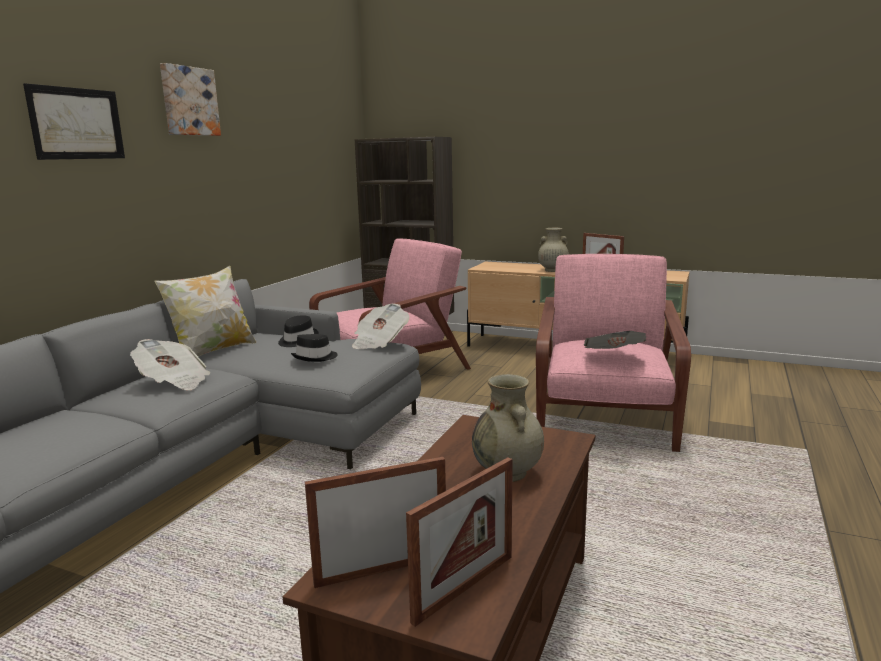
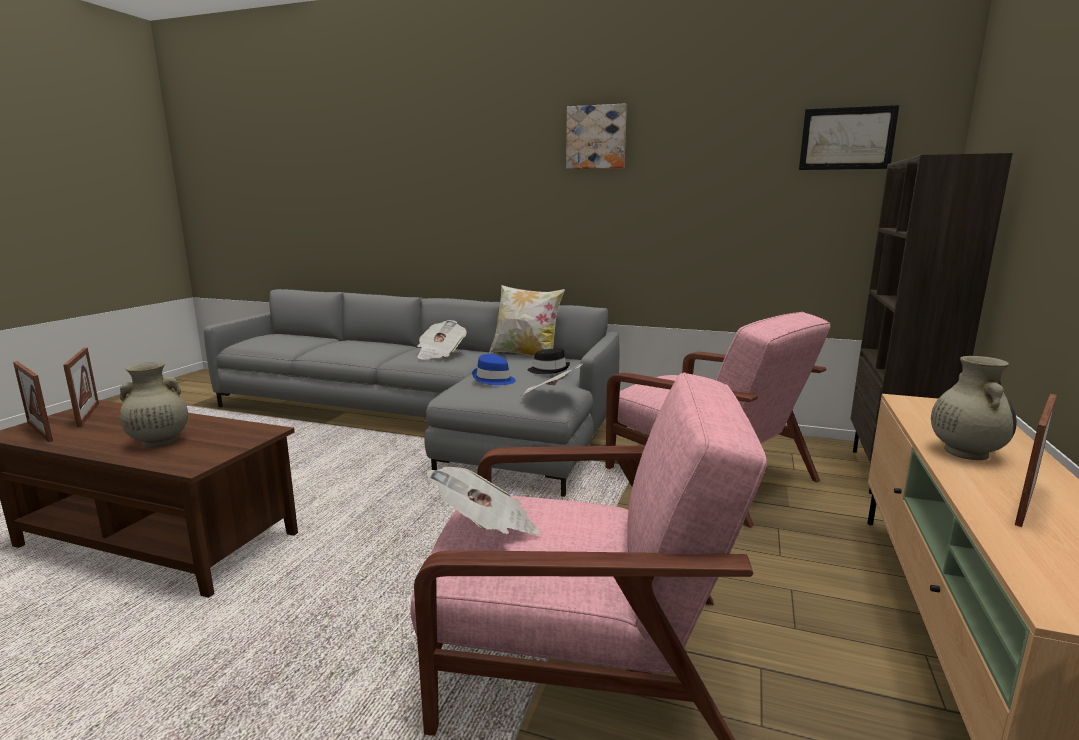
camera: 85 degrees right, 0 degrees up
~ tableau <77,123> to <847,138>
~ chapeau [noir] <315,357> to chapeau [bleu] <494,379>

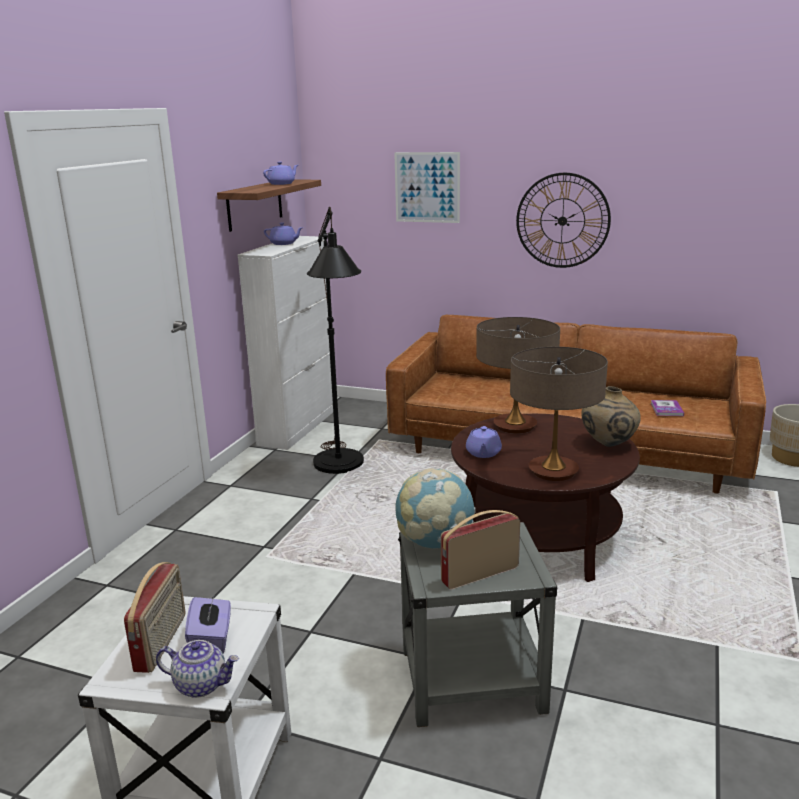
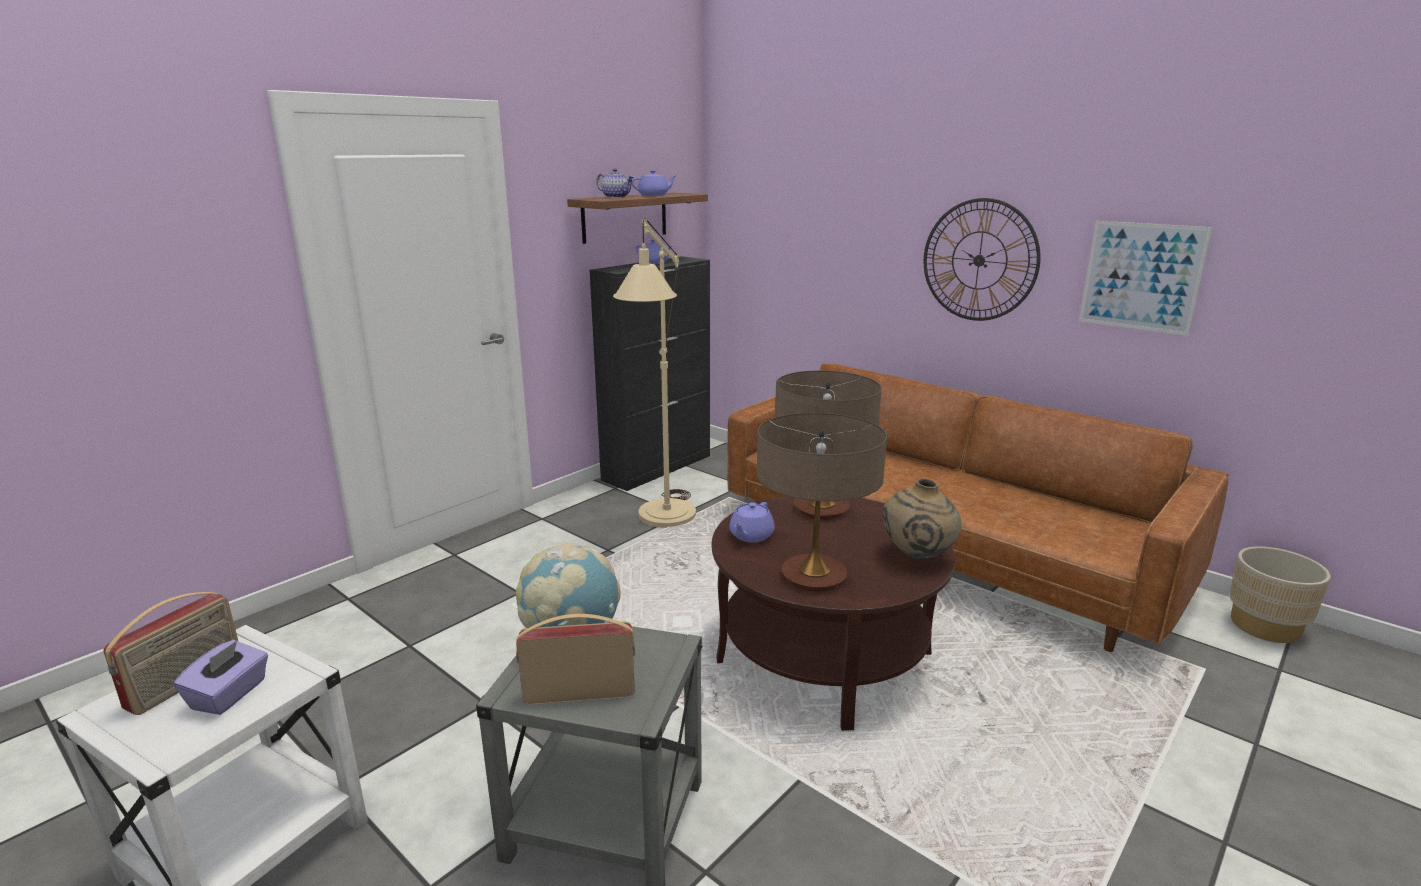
camera: 20 degrees right, 0 degrees up
~ théière <201,684> to <616,197>
~ meuble de rangement [blanc] <298,426> to meuble de rangement [noir] <658,467>
~ lampadaire [noir] <340,469> to lampadaire [beige] <663,522>
~ tableau <427,187> to <1141,277>
- livre <666,409>

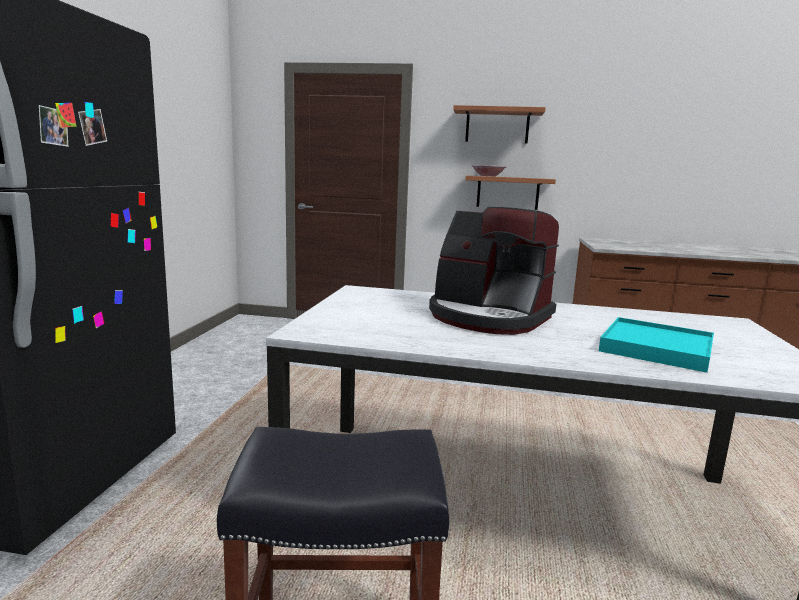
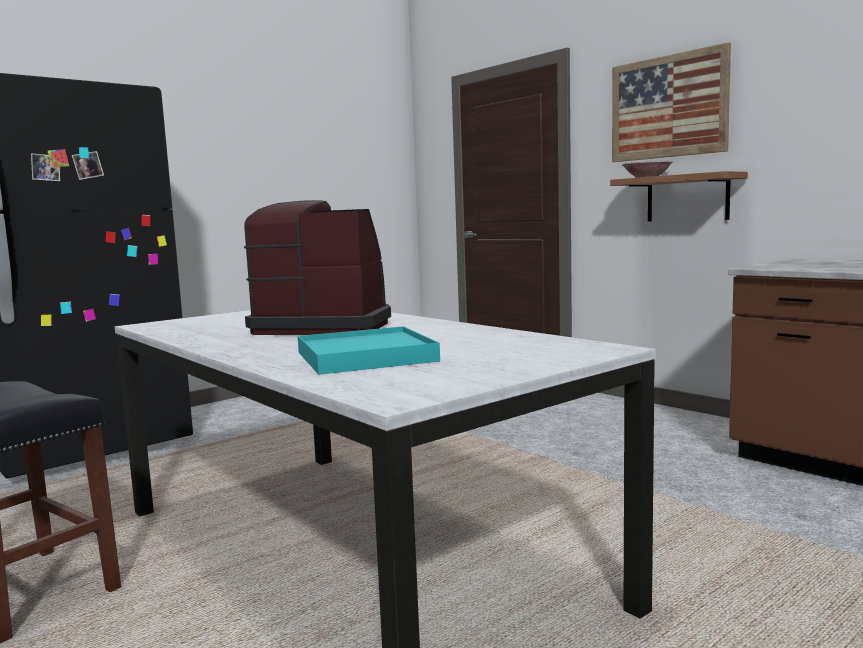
camera: 40 degrees right, 5 degrees down
~ machine à café <488,317> = <324,326> 120 degrees clockwise
~ étagère <497,126> to tableau <668,107>

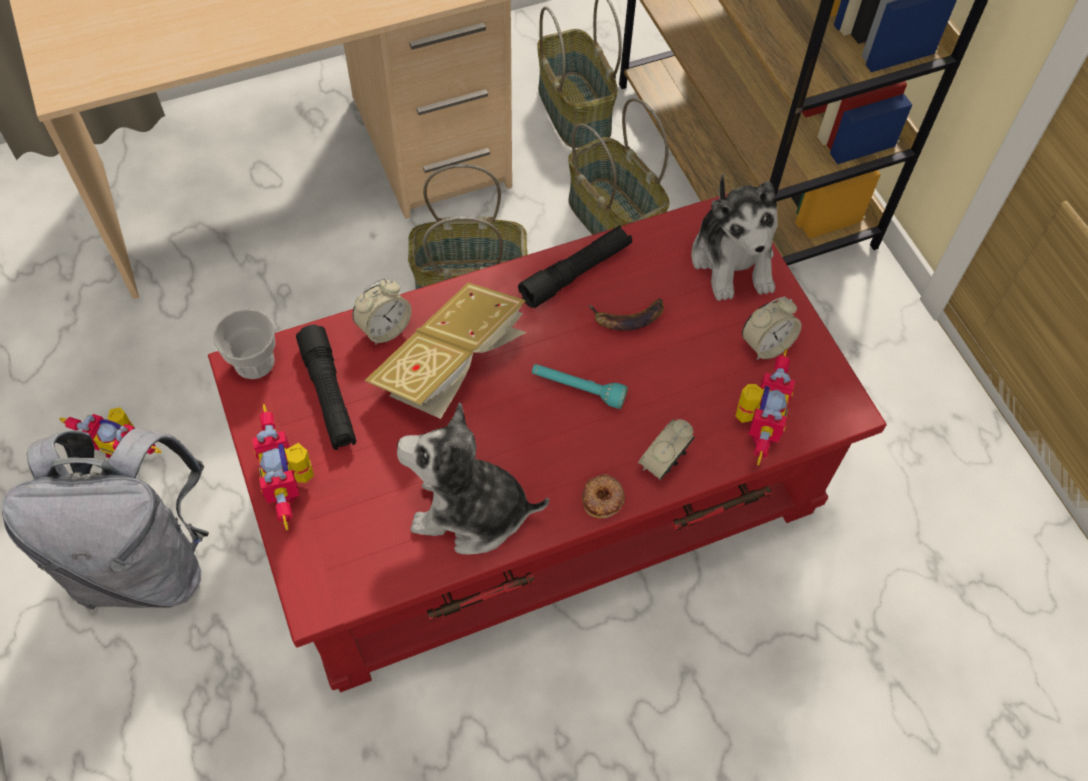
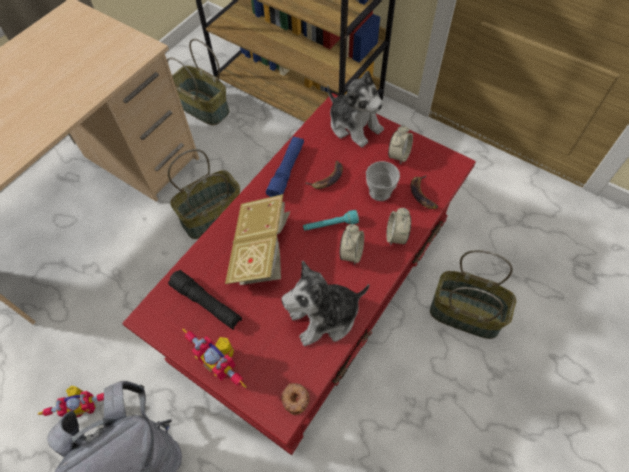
camera: 30 degrees left, 0 degrees up
~ tasse <254,362> to <380,192>
~ réveil <384,328> to <351,253>
~ lampe de poche [noir] <576,273> to lampe de poche [bleu] <286,171>
~ panier <615,221> to <466,313>
~ beignet <603,498> to <295,399>
~ robot jouet <756,426> to banane <423,194>

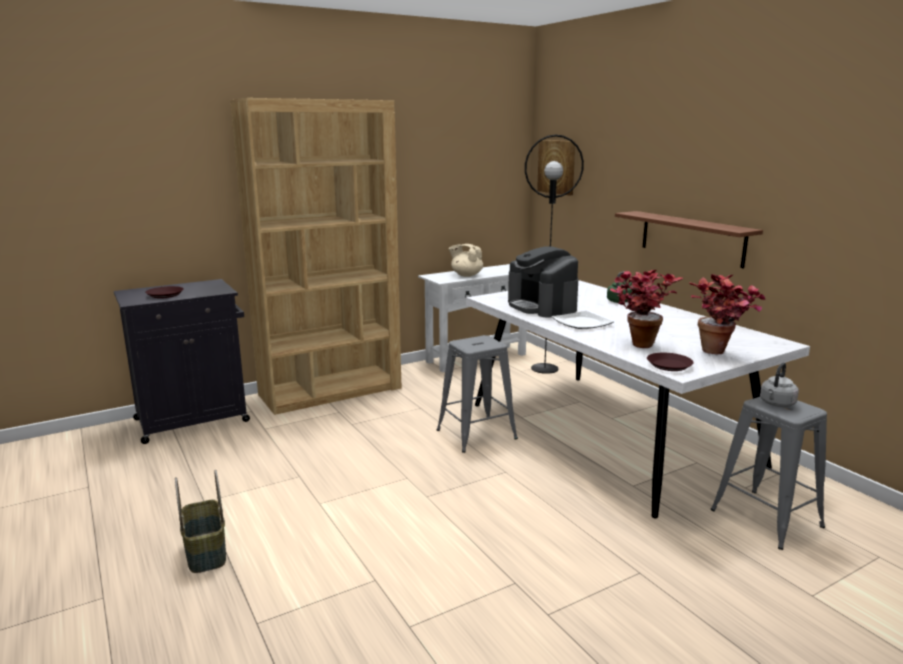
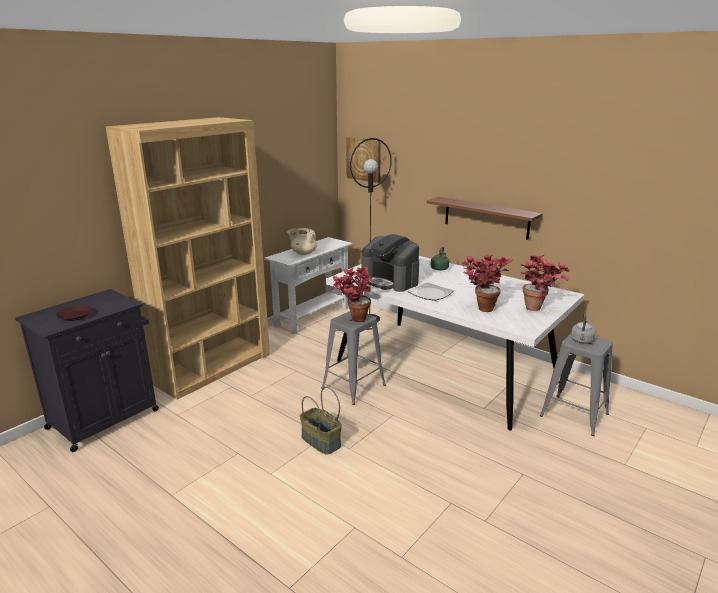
camera: 20 degrees left, 5 degrees up
~ panier <205,552> to <320,441>
- assiette [marron] <669,365>
+ plante en pot <353,319>

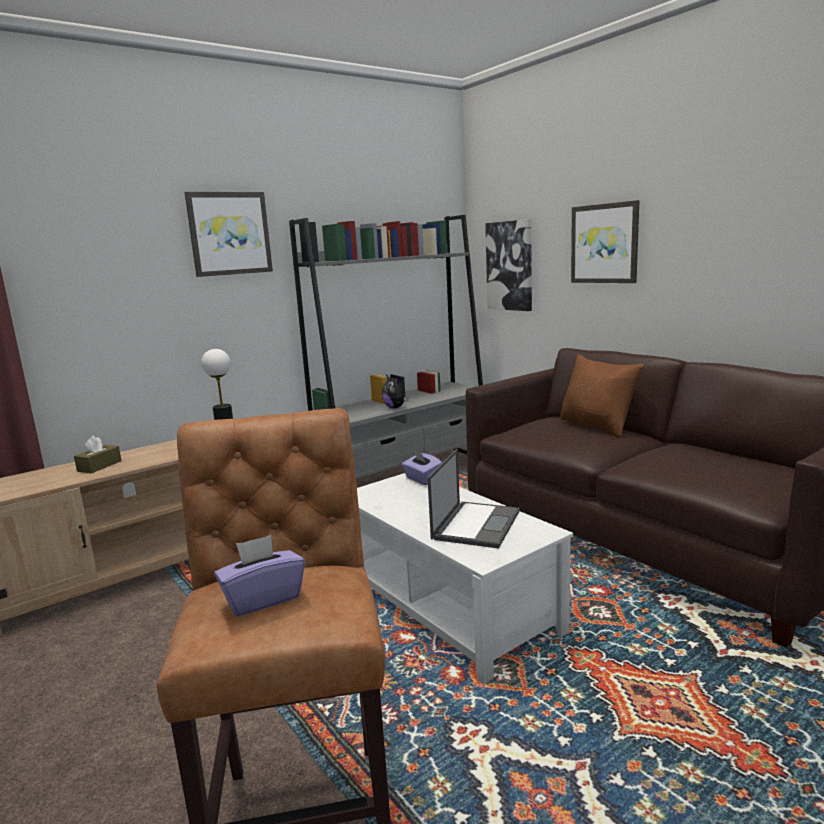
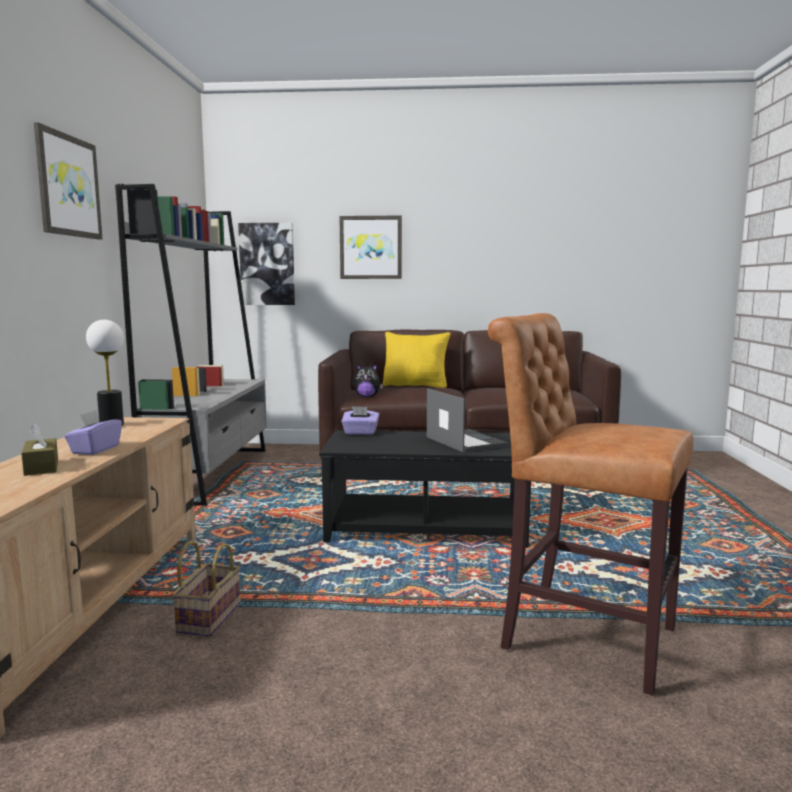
camera: 50 degrees left, 5 degrees down
~ boîte à mouchoirs [violet] <263,599> to <95,450>
~ table basse [blanc] <449,605> to table basse [noir] <426,527>
~ peluche <395,407> to <367,397>
~ coussin [marron] <597,427> to coussin [jaune] <416,386>
+ panier <209,616>

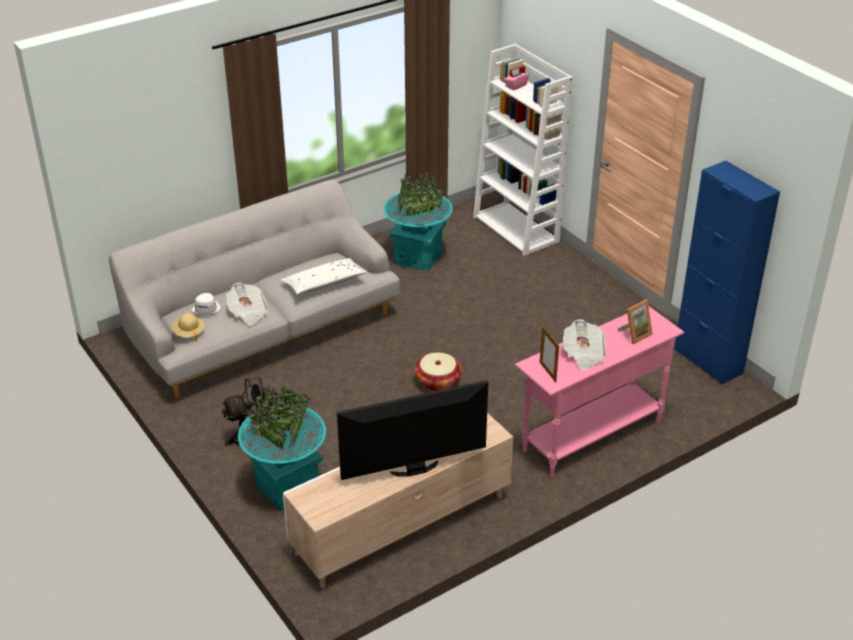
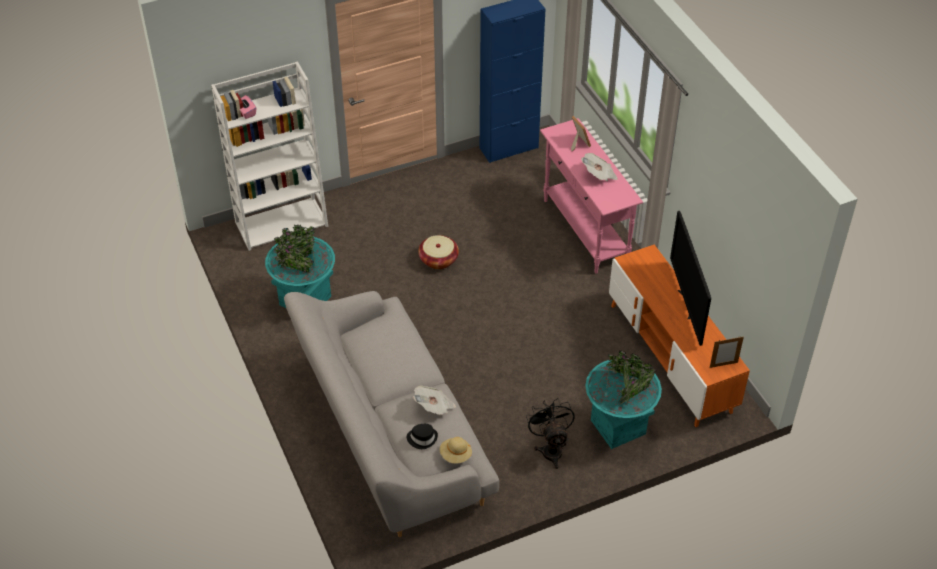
camera: 80 degrees left, 10 degrees up
~ chapeau [blanc] <206,309> to chapeau [noir] <422,438>
- coussin [blanc] <324,283>
~ meuble télé [beige] <401,525> to meuble télé [orange] <670,357>
~ panier <437,381> to <438,260>
~ cadre photo <547,372> to <723,365>

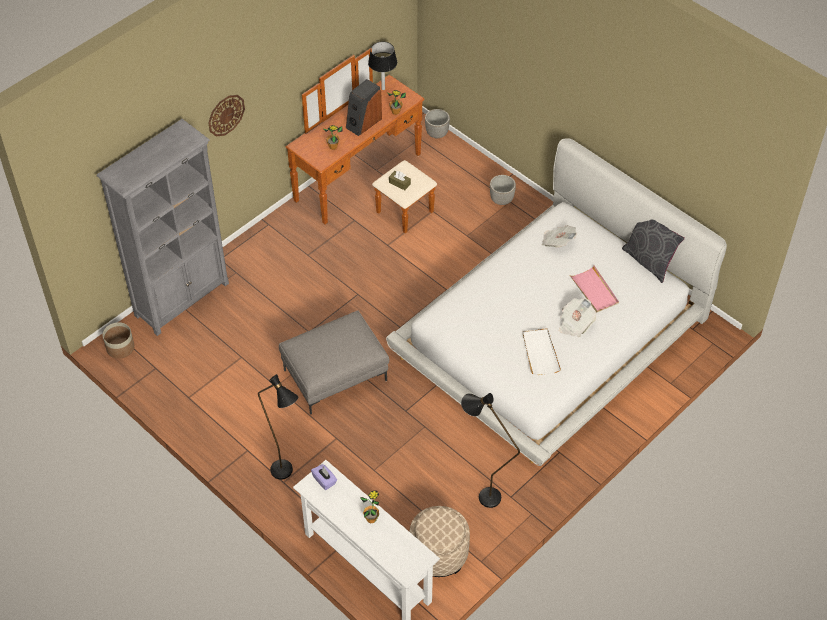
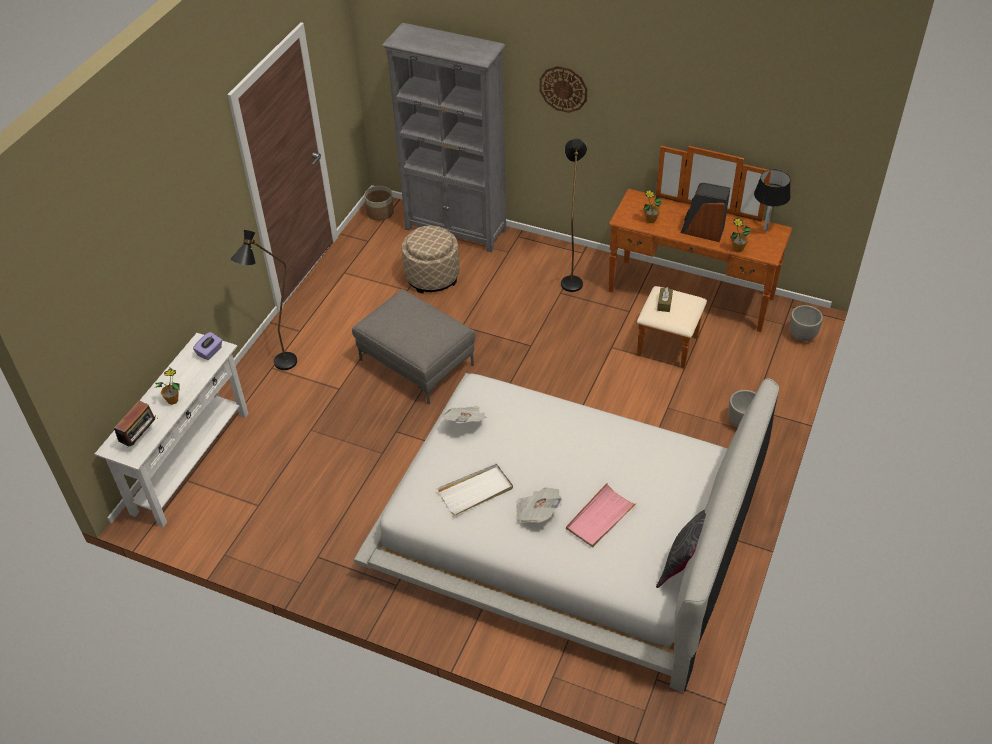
camera: 70 degrees right, 5 degrees down
~ pouf [beige] <439,553> to <432,276>
~ lampadaire [noir] <481,495> to <571,278>
~ journal <557,242> to <465,422>
+ radio <141,437>

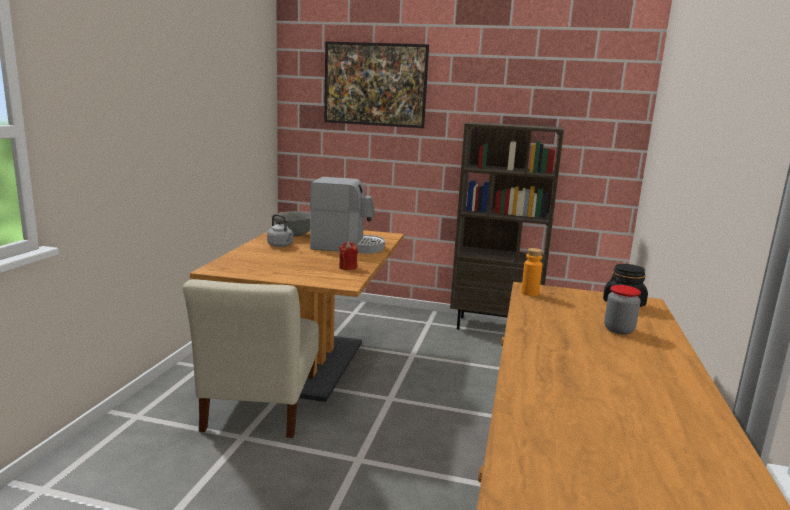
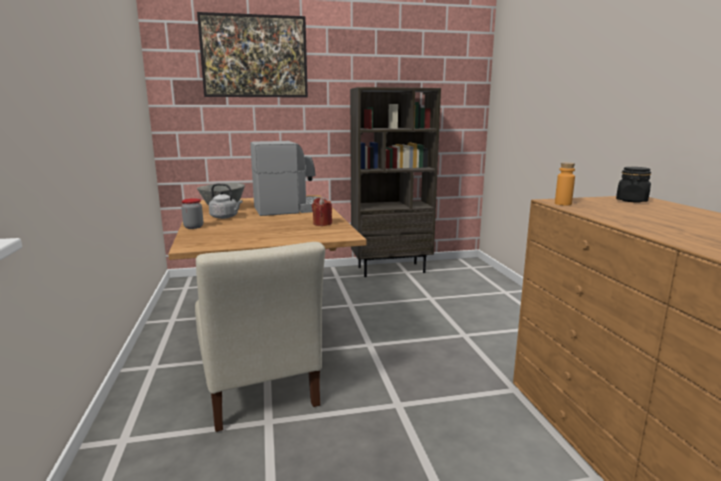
camera: 25 degrees left, 0 degrees up
~ bocal <618,330> to <193,227>

